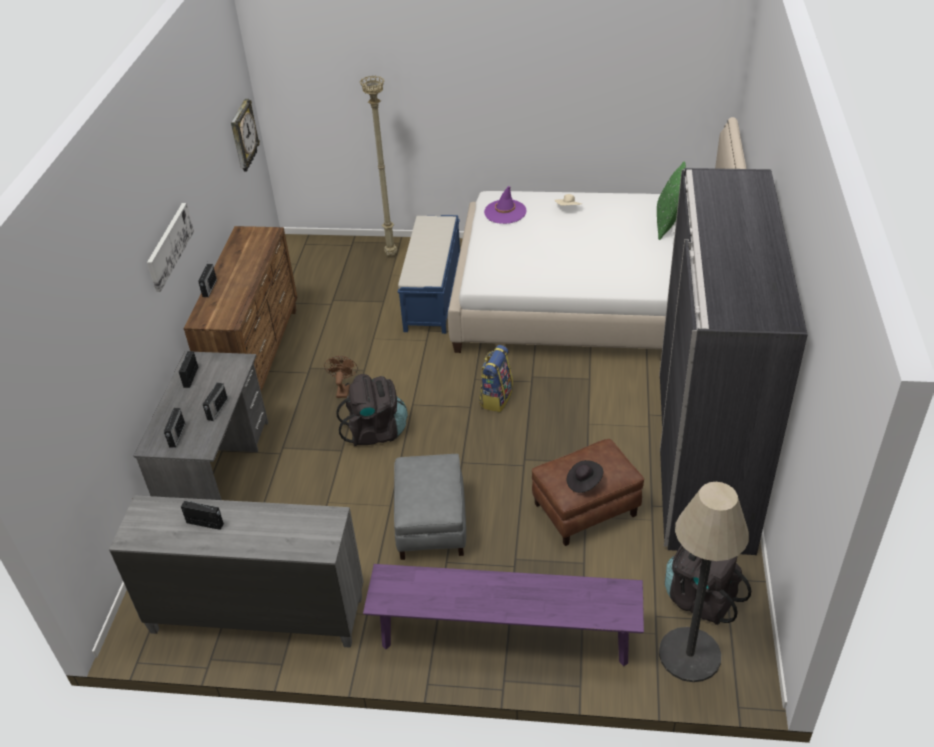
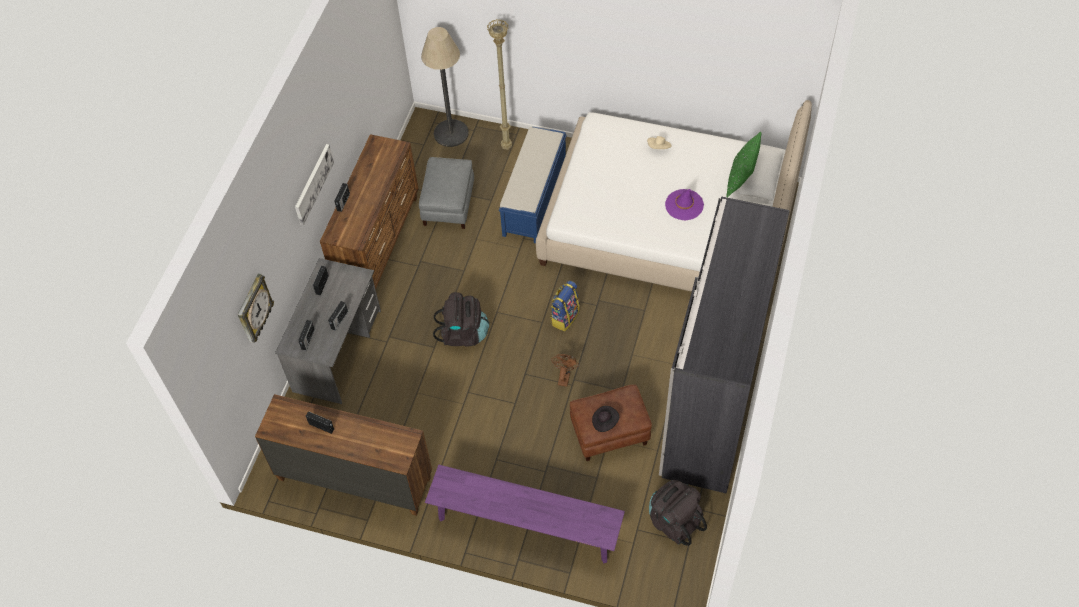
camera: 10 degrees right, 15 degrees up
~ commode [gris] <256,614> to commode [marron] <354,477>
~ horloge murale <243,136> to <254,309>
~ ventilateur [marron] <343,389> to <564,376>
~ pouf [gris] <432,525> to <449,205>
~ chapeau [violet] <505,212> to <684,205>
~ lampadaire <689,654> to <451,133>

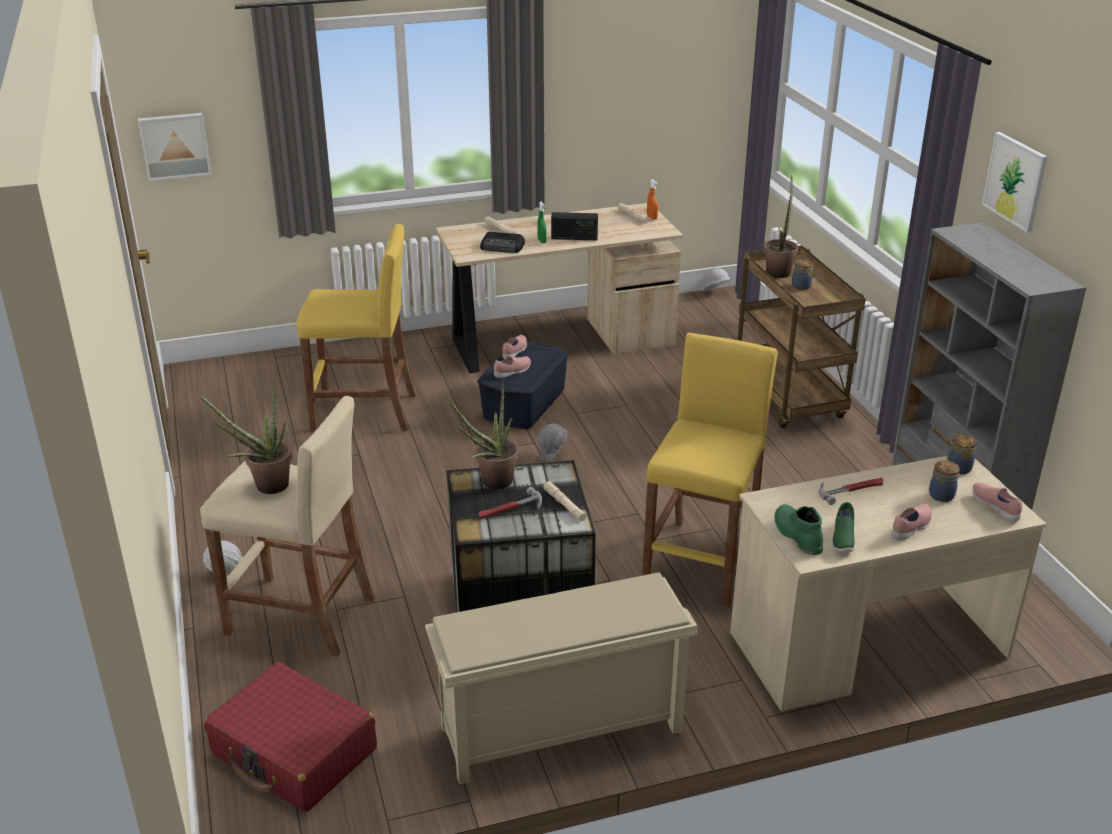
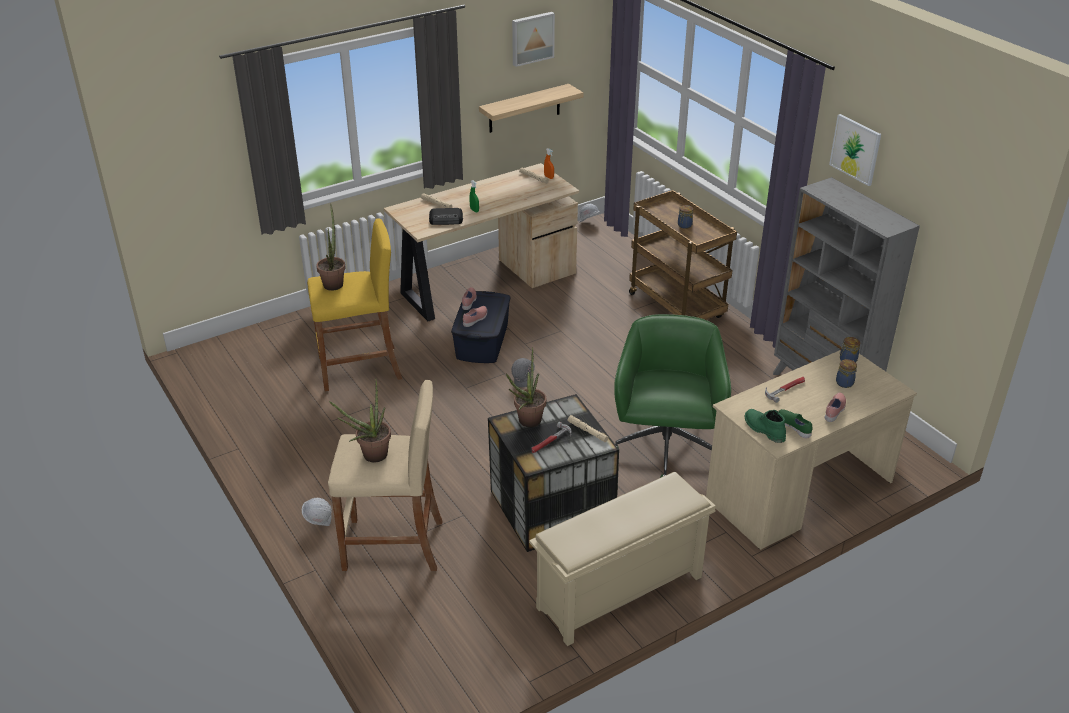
camera: 15 degrees left, 5 degrees up
~ tableau <175,145> to <532,38>
- valise [rouge] <294,752>
- radio <574,238>
~ tabouret [jaune] <702,562> to chaise de bureau [vert] <665,449>
~ plante en pot <779,270> to <334,282>
~ chaussure [vert] <842,539> = <794,427> 150 degrees clockwise
- chaussure [rose] <995,508>
+ étagère <524,108>

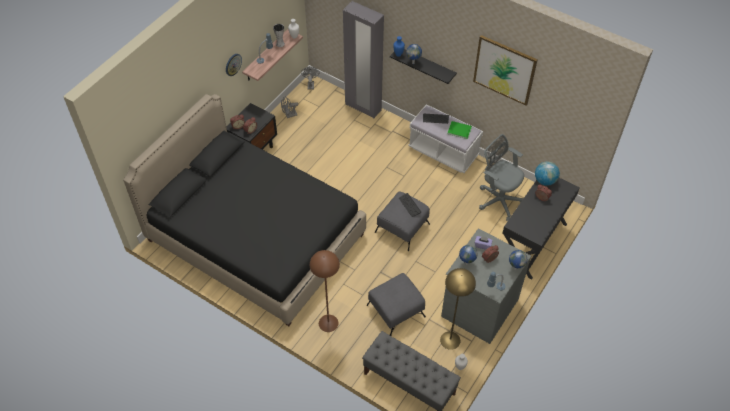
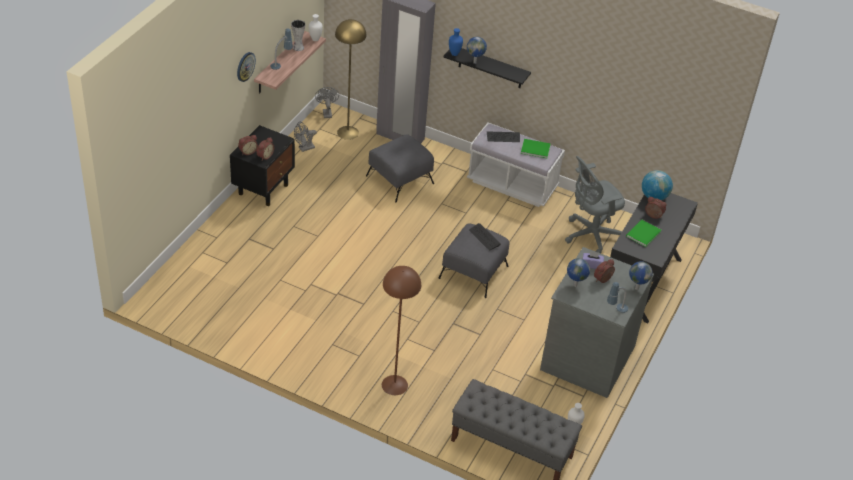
camera: 10 degrees left, 10 degrees down
- lit [noir] <256,237>
~ pouf [gris] <396,311> to <400,179>
~ lampadaire [jaune] <450,340> to <347,132>
- tableau <504,70>
~ chaise de bureau [gris] <498,199> = <591,235> 60 degrees counterclockwise
+ livre [vert] <642,234>

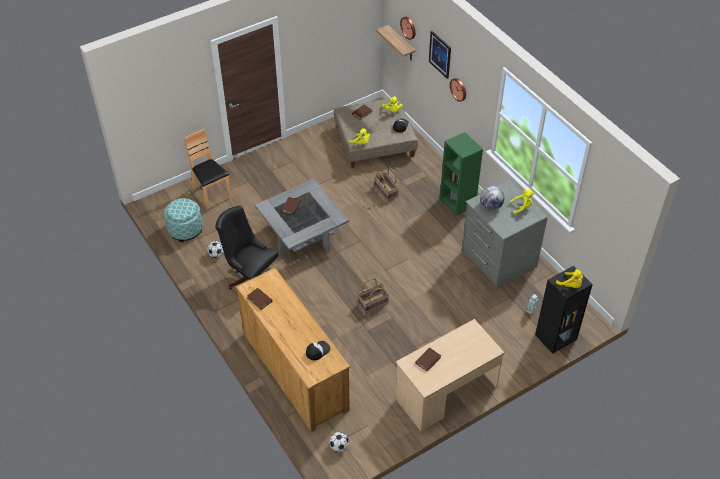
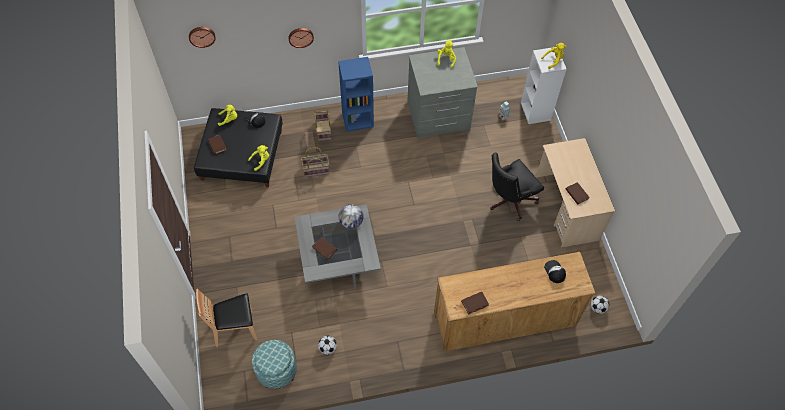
camera: 70 degrees left, 10 degrees up
~ chaise de bureau [noir] <250,277> to <509,201>
~ pouf [beige] <374,141> to pouf [noir] <242,155>
~ panier <373,303> to <323,130>
- étagère <401,44>
- tableau <440,54>
~ bibliothèque [vert] <458,202> to bibliothèque [bleu] <358,119>
~ globe <490,206> to <351,222>
~ bibliothèque [noir] <556,337> to bibliothèque [blanc] <536,111>

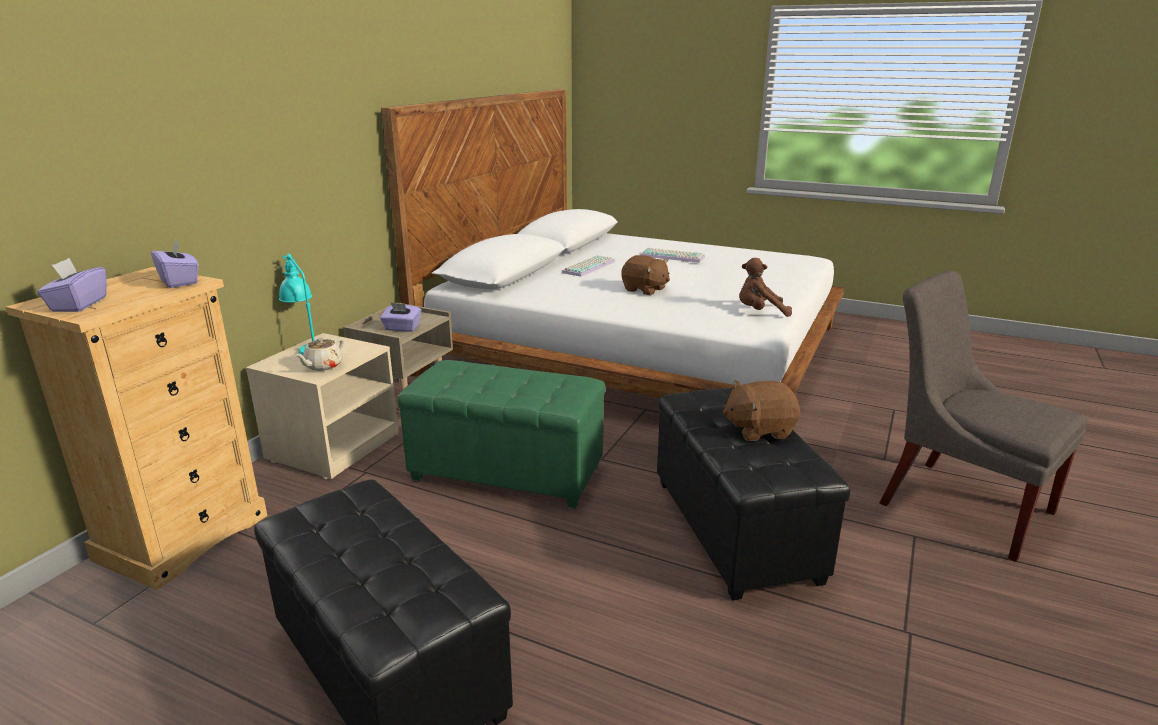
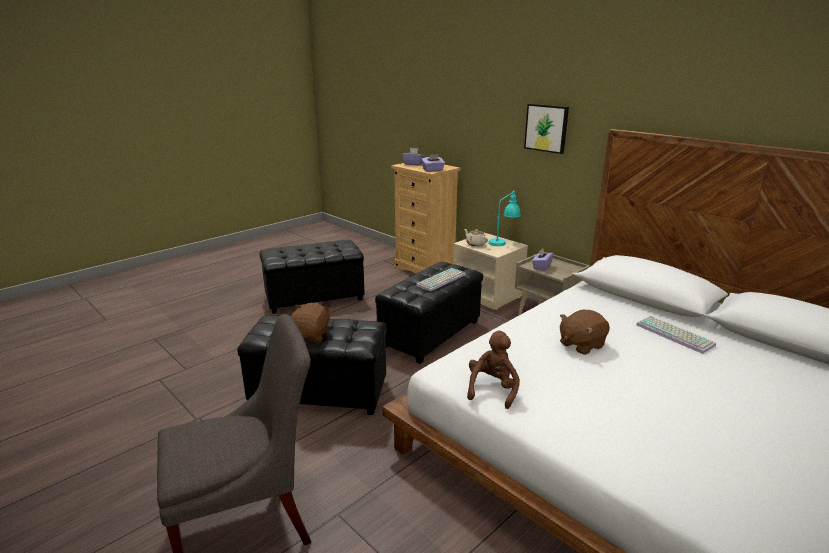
camera: 110 degrees right, 0 degrees up
~ pouf [vert] <507,472> to pouf [noir] <431,335>
~ clavier <673,256> to <441,280>
+ tableau <546,128>

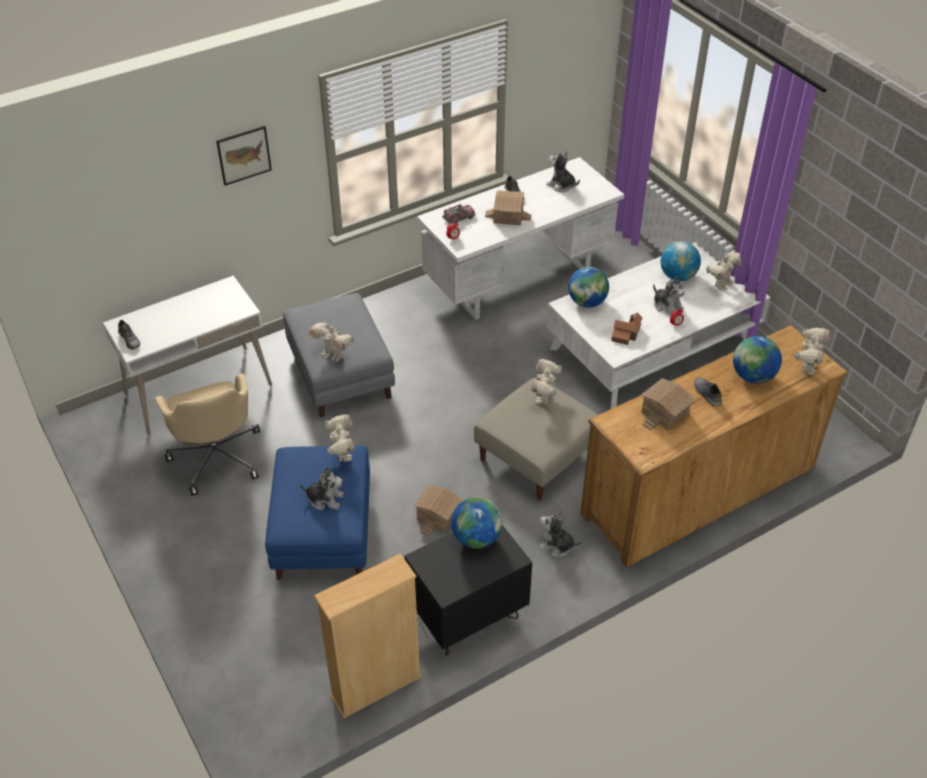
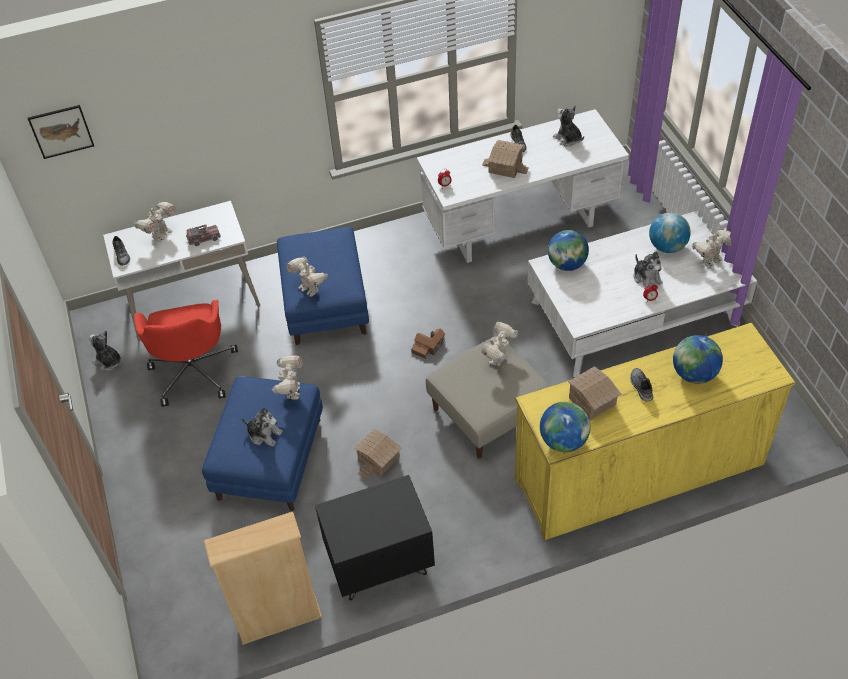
camera: 15 degrees right, 5 degrees up
~ chaise de bureau [beige] <217,456> to chaise de bureau [rouge] <194,371>
~ tableau <244,155> to <61,131>
~ pouf [gris] <340,373> to pouf [bleu] <325,302>
~ camion jouet <458,218> to <204,238>
~ globe <476,538> to <563,441>
~ peluche <557,545> to <109,361>
~ commode [marron] <698,490> to commode [jaune] <639,471>
~ maison miniature <626,334> to <428,347>
~ robot jouet <806,367> to <161,235>

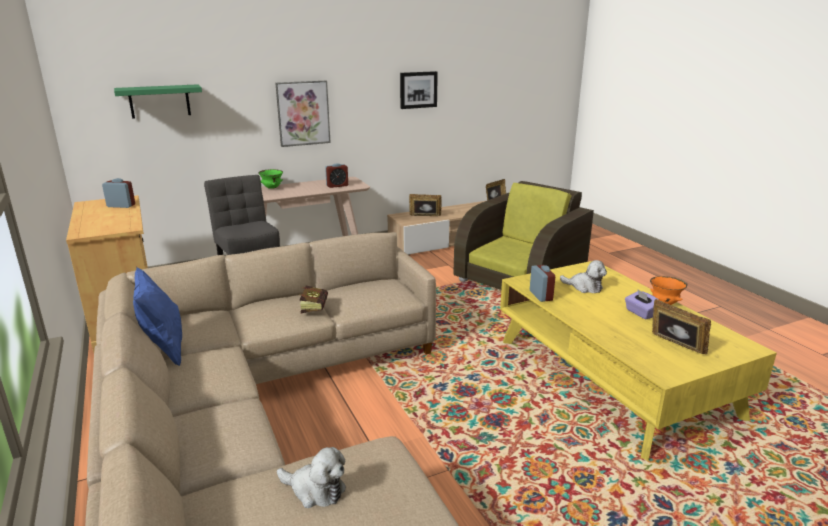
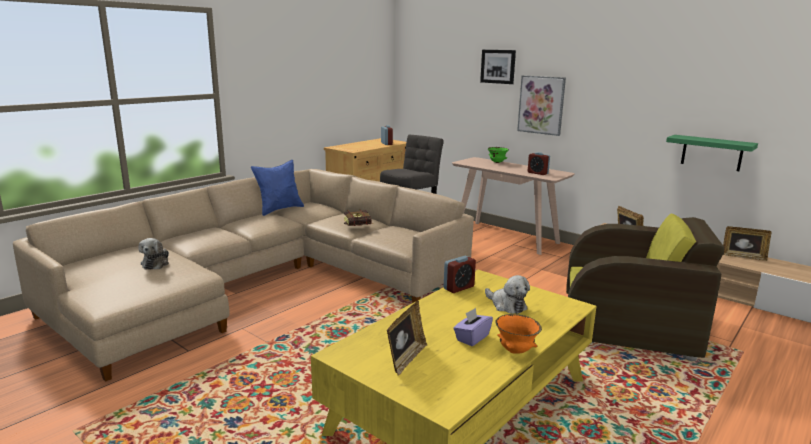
camera: 65 degrees right, 5 degrees down
~ étagère [vert] <159,101> to <711,153>
~ tableau <418,90> to <498,66>
~ peluche <584,287> = <506,305> 45 degrees counterclockwise

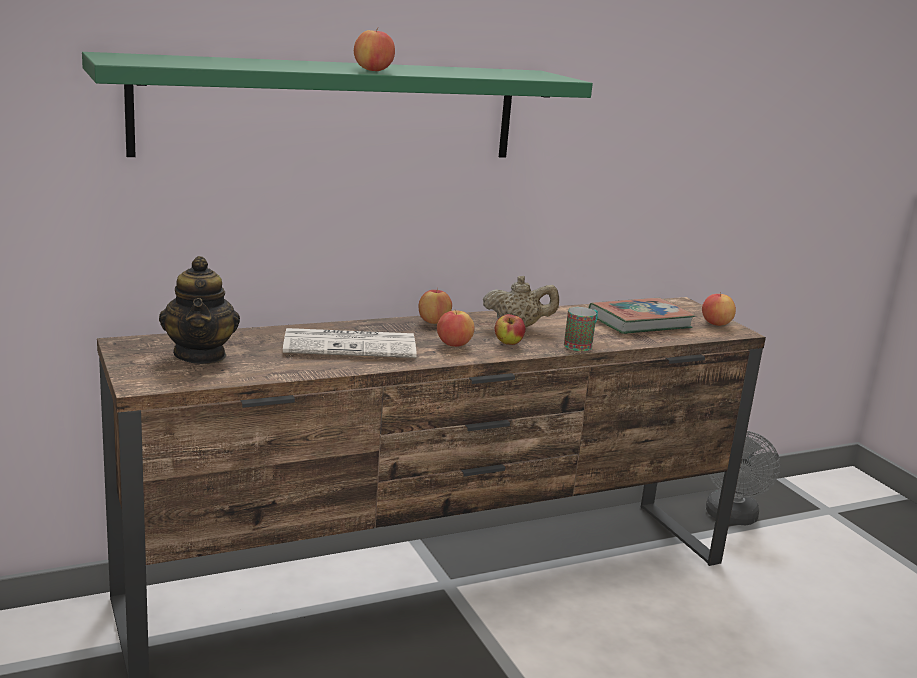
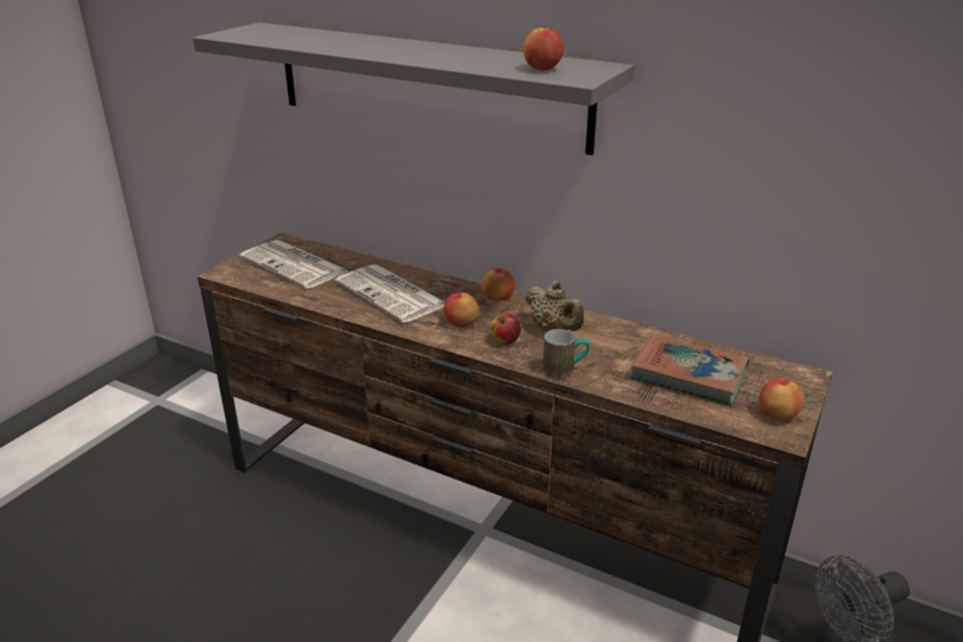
camera: 55 degrees right, 10 degrees up
~ étagère [vert] <332,110> to étagère [gris] <427,85>
~ théière <201,355> to journal <295,265>
~ pomme <374,70> to <542,69>

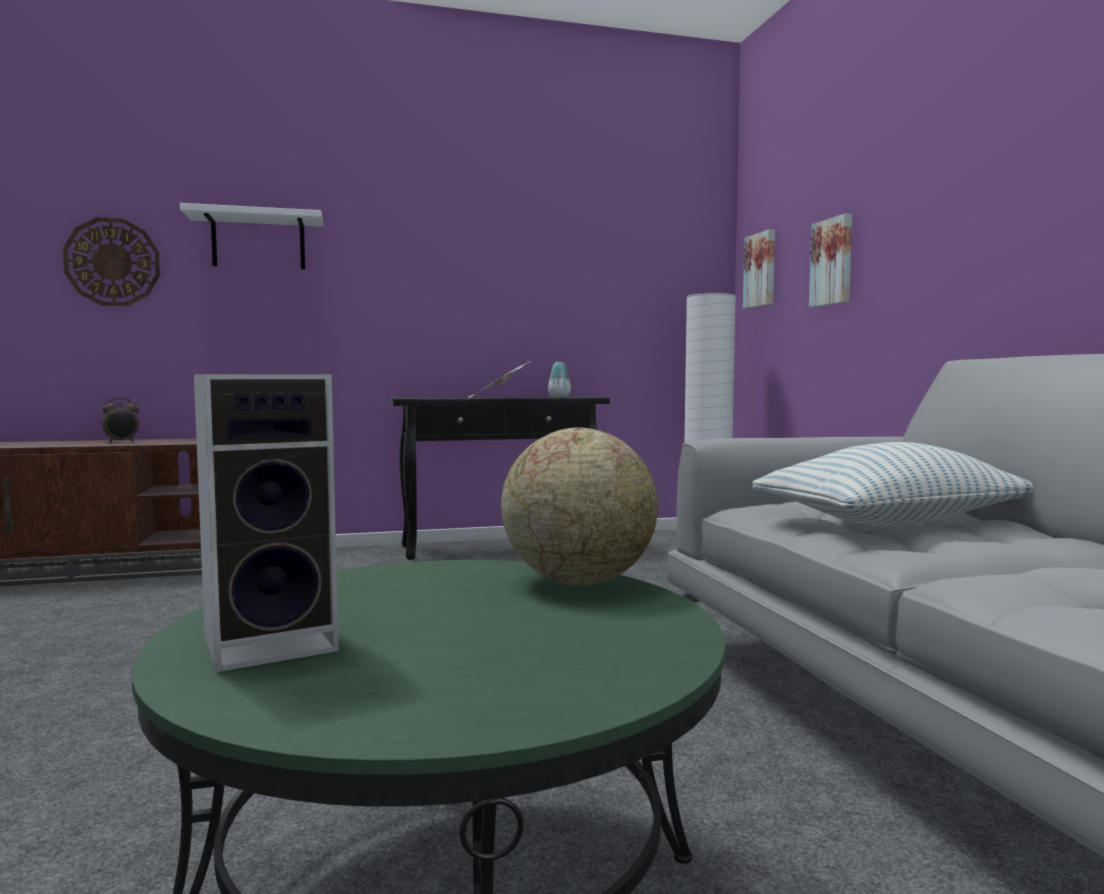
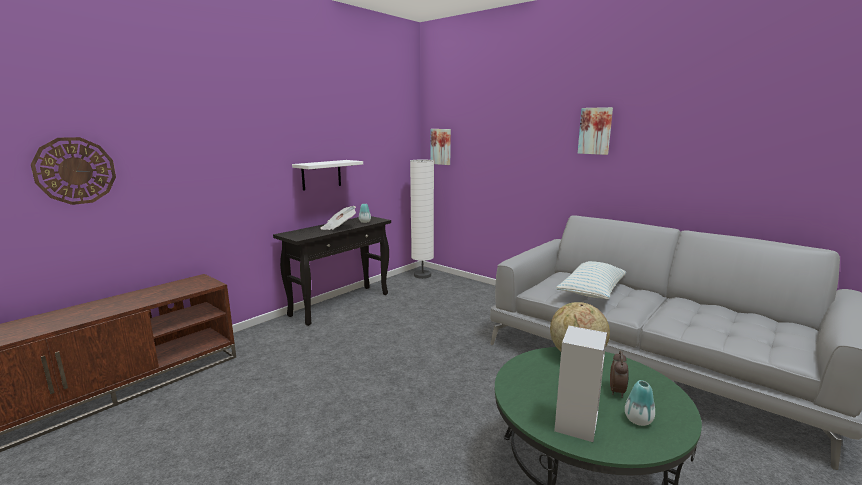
camera: 35 degrees left, 10 degrees up
~ réveil <121,442> to <617,391>
~ étagère [blanc] <258,242> to <321,175>
~ tableau <833,262> to <595,131>
+ vase <638,420>

